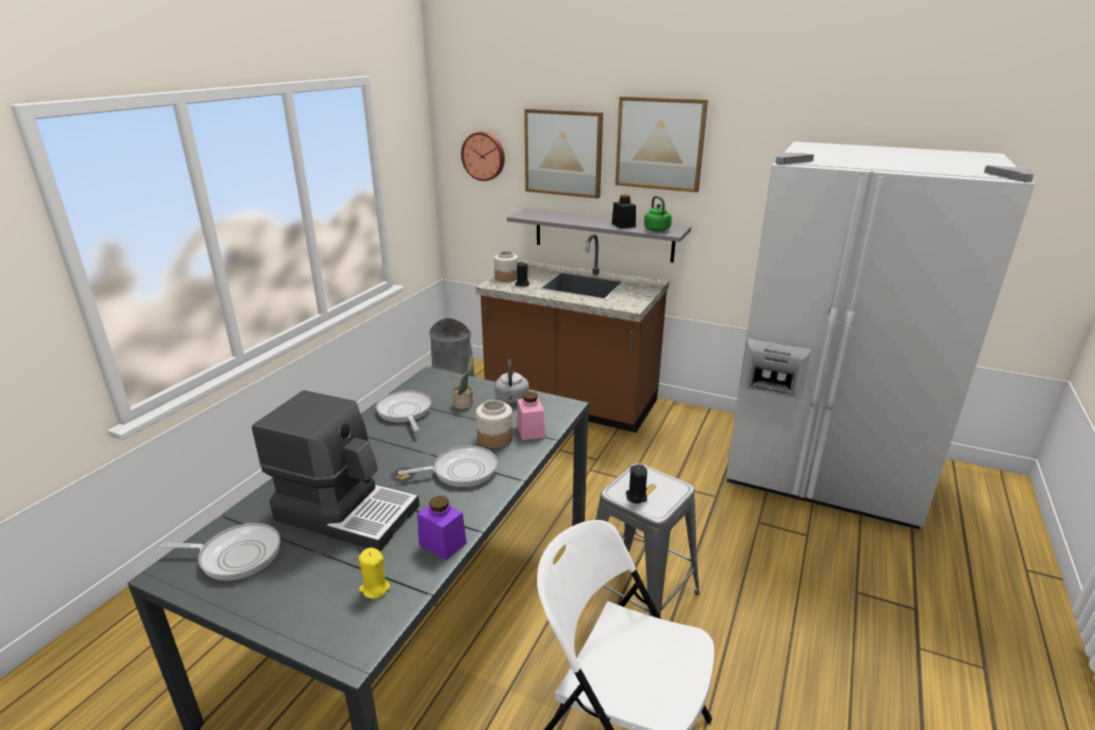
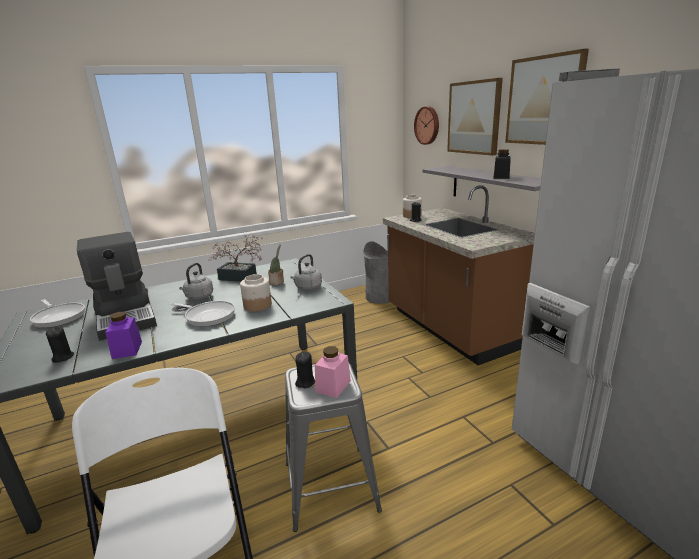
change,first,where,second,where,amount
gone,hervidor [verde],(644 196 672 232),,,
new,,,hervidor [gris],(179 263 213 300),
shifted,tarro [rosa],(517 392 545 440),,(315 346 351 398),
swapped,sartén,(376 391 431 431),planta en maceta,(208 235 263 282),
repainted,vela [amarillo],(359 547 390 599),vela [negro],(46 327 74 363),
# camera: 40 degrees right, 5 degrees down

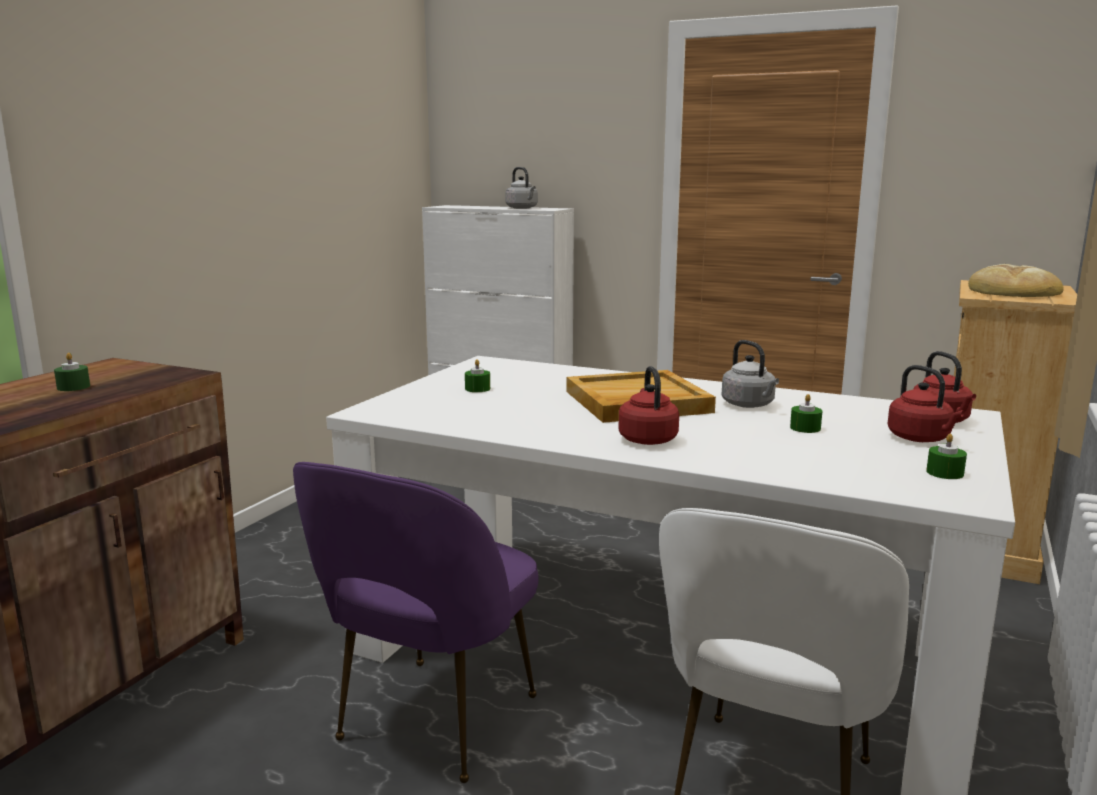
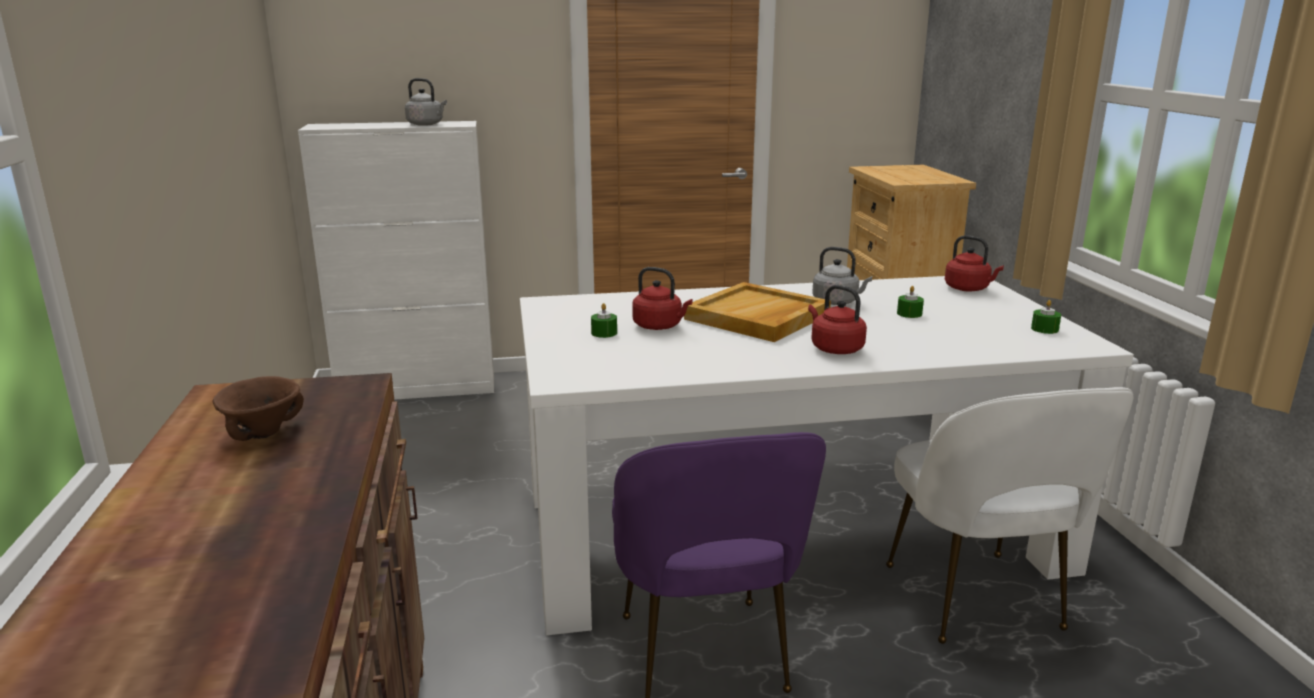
change,first,where,second,where,amount
gone,pan,(968 264 1064 297),,,
shifted,hervidor [rojo],(888 365 964 442),,(632 267 692 330),
swapped,vela [verde],(54 353 90 391),cuenco [marrón],(212 376 304 441),
# camera: 35 degrees left, 5 degrees up

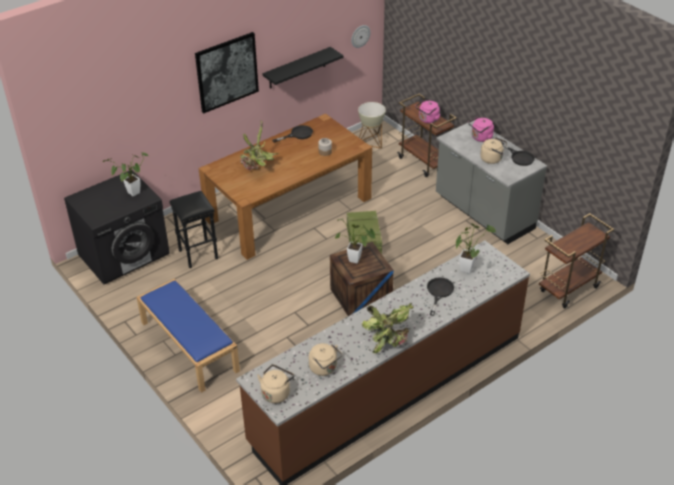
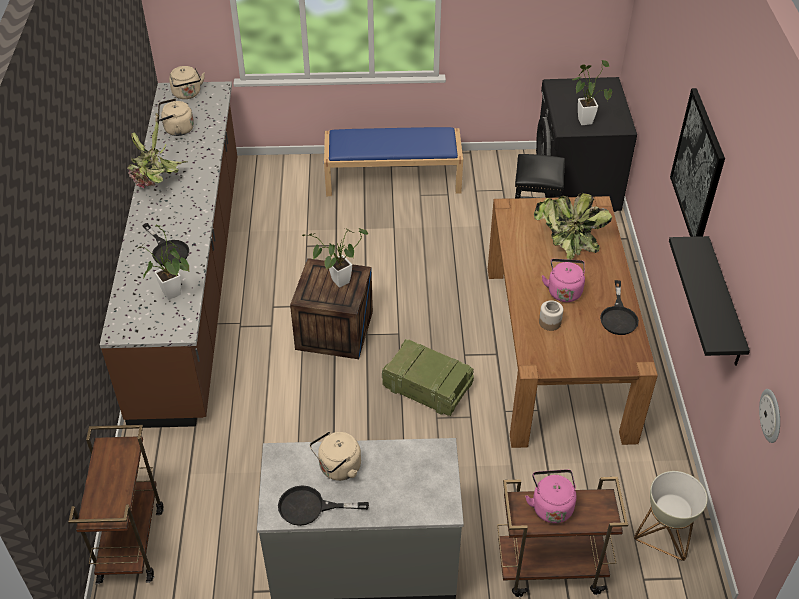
change,first,where,second,where,amount
shifted,hervidor [rosa],(468 117 494 142),,(542 259 585 302),
# camera: 125 degrees right, 5 degrees up

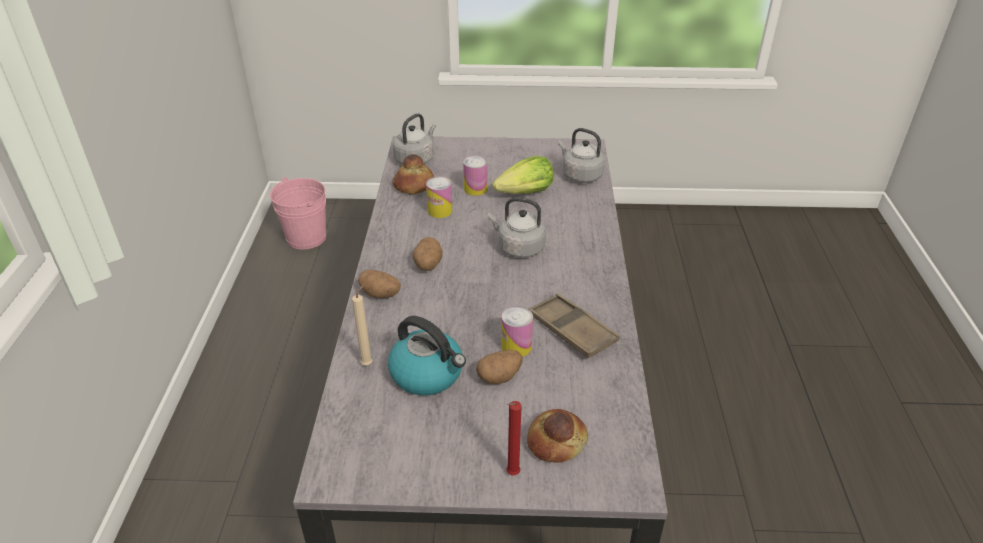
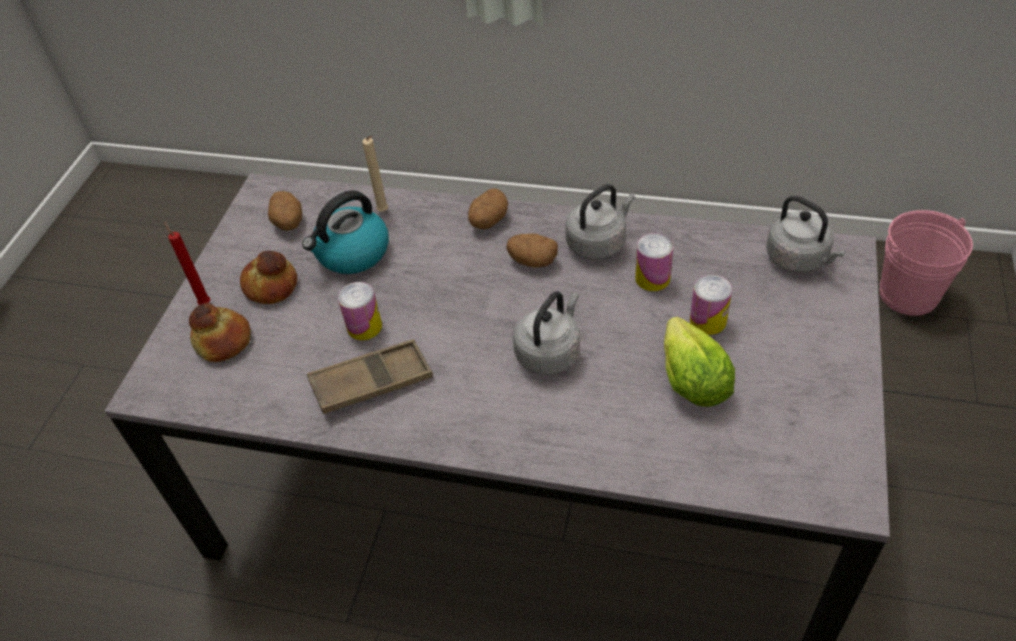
change,first,where,second,where,amount
shifted,pan,(393 154 434 194),,(240 251 297 304),
shifted,patata,(476 350 523 384),,(268 191 302 231),
shifted,hervidor [gris],(558 128 605 183),,(566 184 635 259),
# camera: 105 degrees right, 10 degrees up

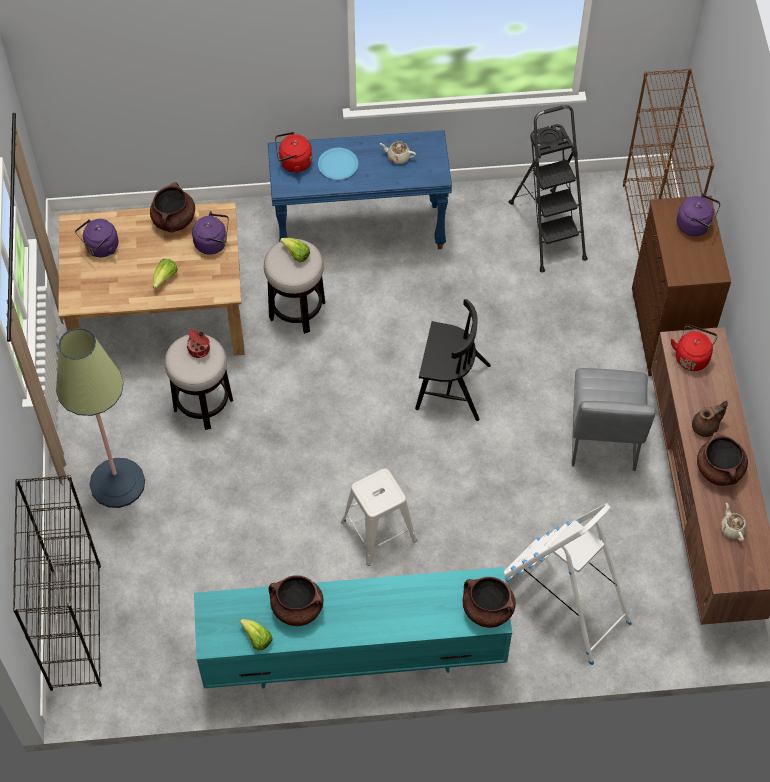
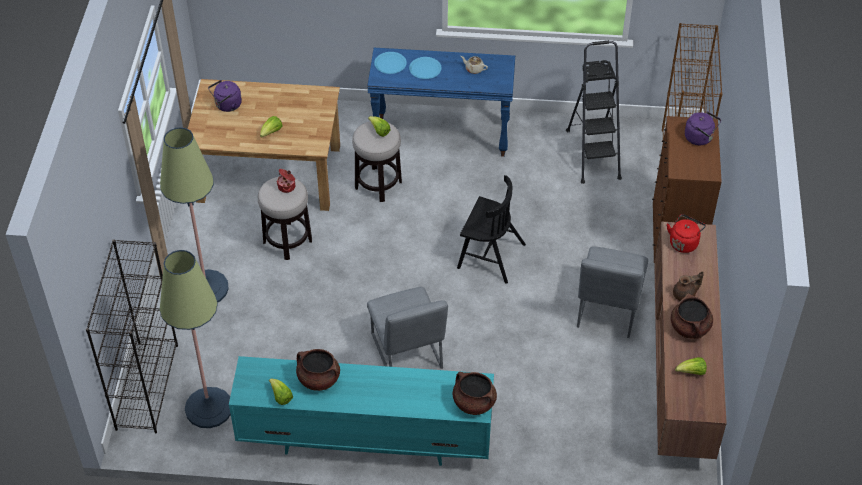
change,first,where,second,where,amount
gone,olla [marrón],(150 182 195 232),,,
gone,hervidor [morado],(192 211 229 255),,,
gone,escalera de tijera [blanco],(504 503 632 665),,,
new,,,lámpara de pie,(160 250 231 428),
swapped,hervidor [rojo],(275 132 312 173),plato [azul],(374 52 407 74),
swapped,taburete [blanco],(341 468 417 566),silla [gris],(367 287 448 369),
swapped,tetera [beis],(720 503 747 542),lechuga,(675 357 707 375),
# camera: 10 degrees right, 10 degrees down

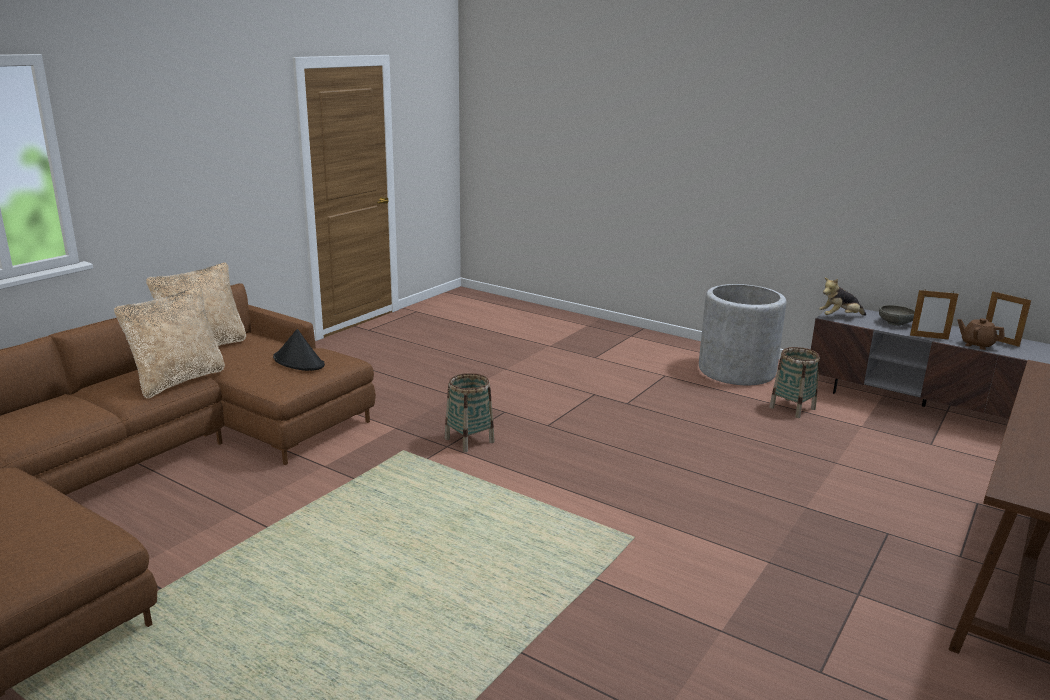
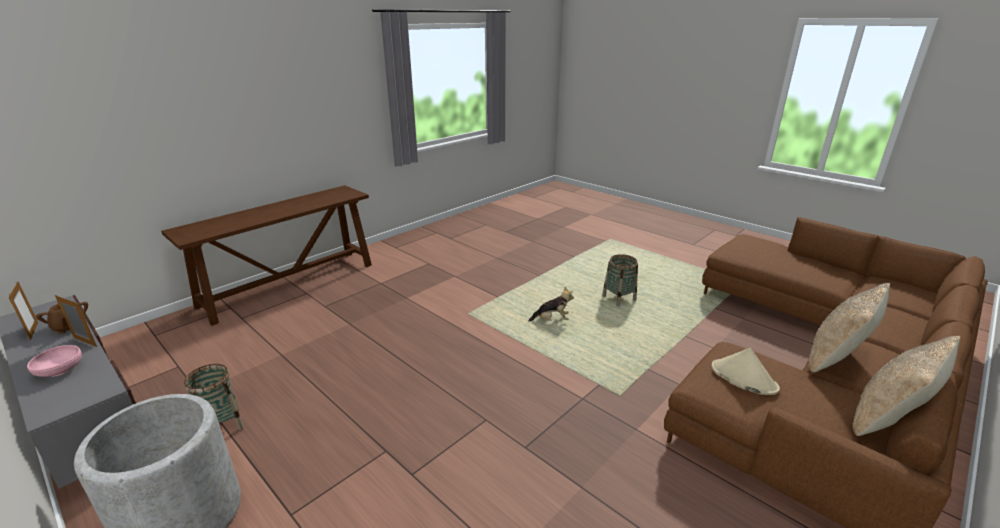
change,first,where,second,where,amount
shifted,cesta,(445 373 495 452),,(602 254 638 306),
shifted,peluche,(819 277 866 316),,(528 287 574 322),
repainted,sombrero [negro],(273 329 325 371),sombrero [beis],(711 348 780 395),
repainted,cuenco [gris],(879 305 915 326),cuenco [rosa],(27 345 82 377),
# camera: 170 degrees left, 5 degrees up

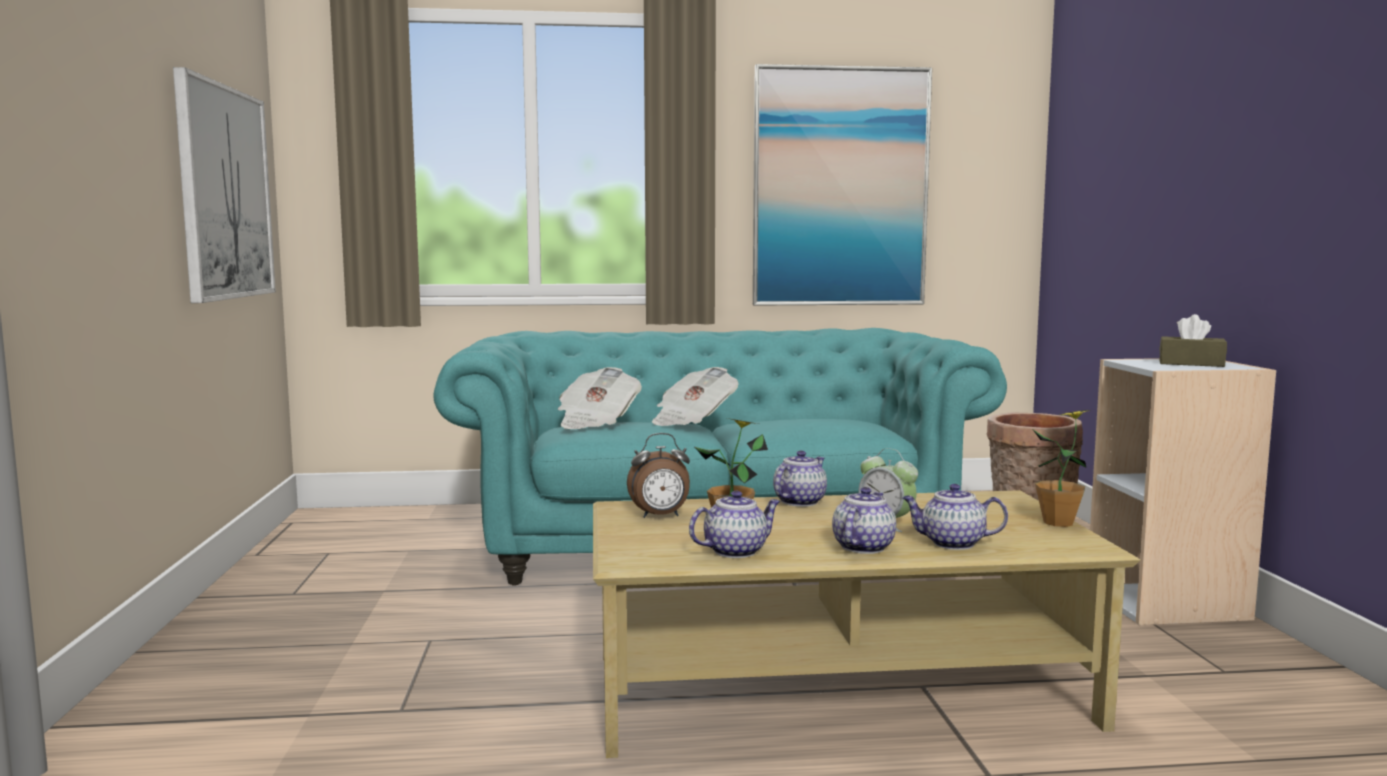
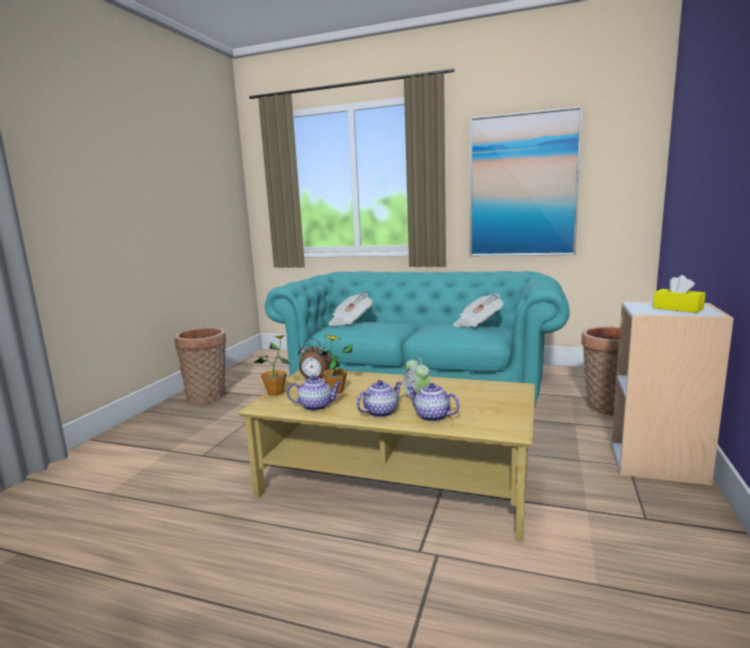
change,first,where,second,where,amount
gone,cuadro,(173 67 276 303),,,
gone,tetera,(773 451 827 507),,,
new,,,cesta,(174 327 226 404),
shifted,periódico,(652 367 738 426),,(453 294 503 327),
shifted,planta en maceta,(1032 410 1091 527),,(253 335 290 396),
repainted,caja de pañuelos [marrón],(1159 314 1227 367),caja de pañuelos [amarillo],(653 275 706 313),
# camera: 25 degrees right, 5 degrees up

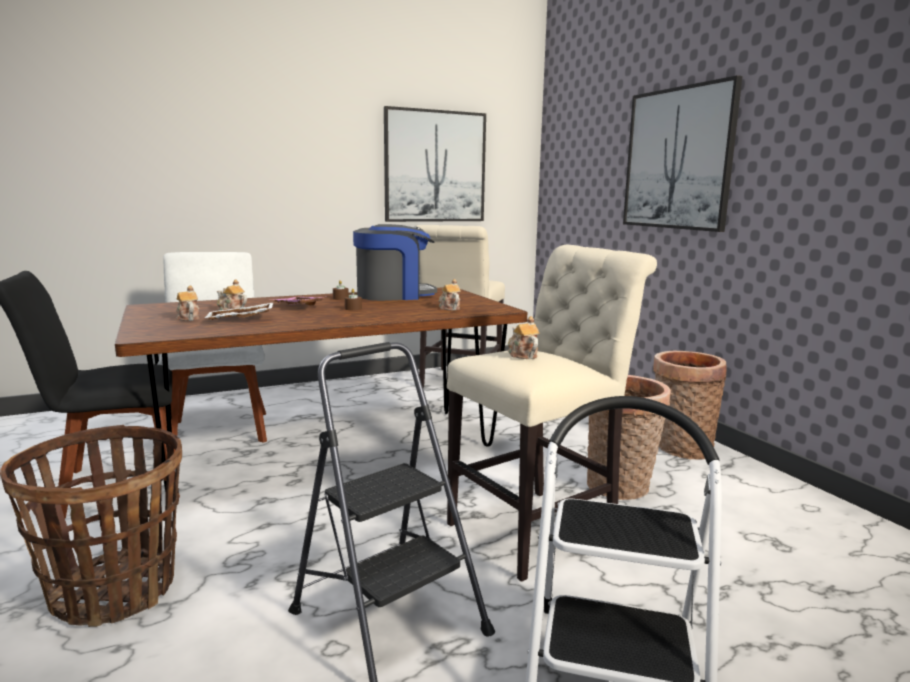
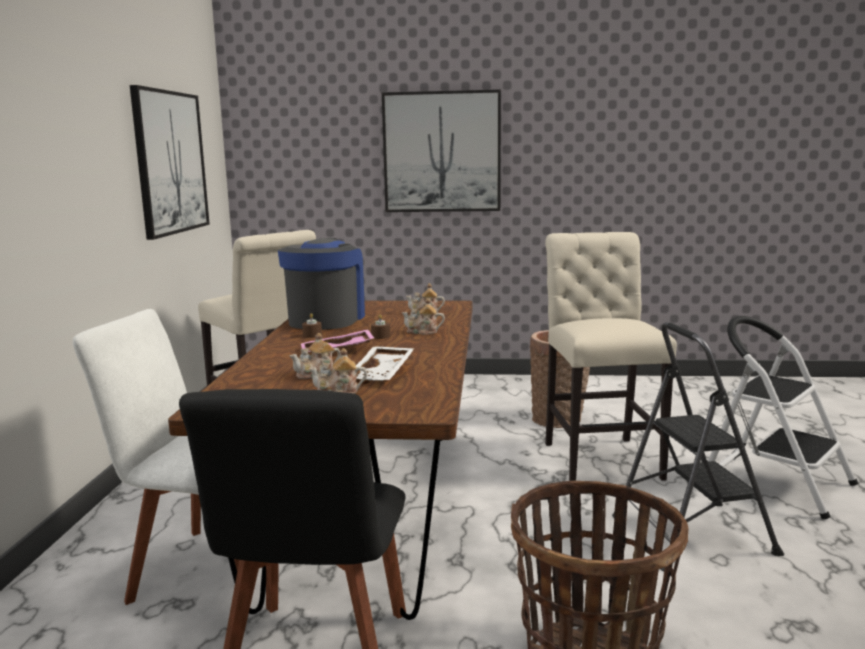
change,first,where,second,where,amount
gone,cesta,(653 351 727 460),,,
shifted,tetera,(508 316 540 359),,(402 298 445 335),
# camera: 60 degrees left, 0 degrees up

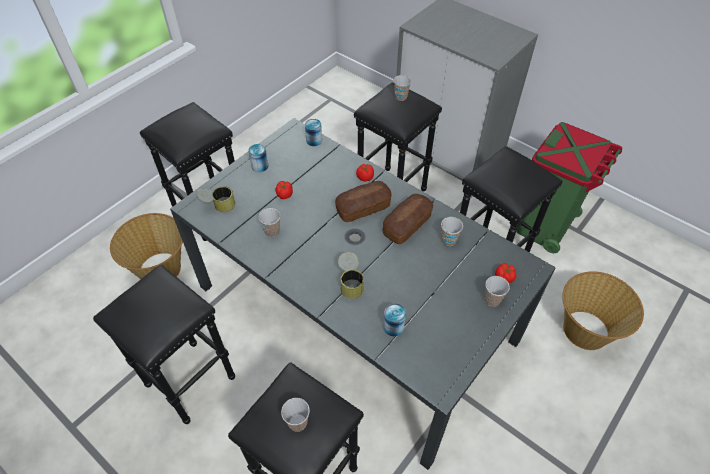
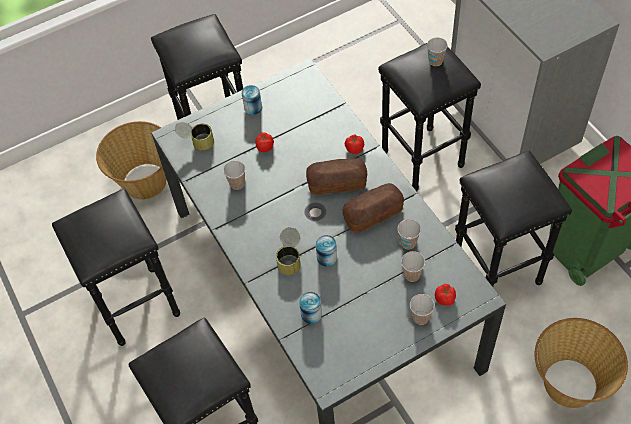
change,first,where,second,where,amount
shifted,taza,(281 398 310 432),,(401 251 425 282),
shifted,lata,(305 119 322 146),,(316 235 337 267),
# camera: 25 degrees right, 5 degrees up

